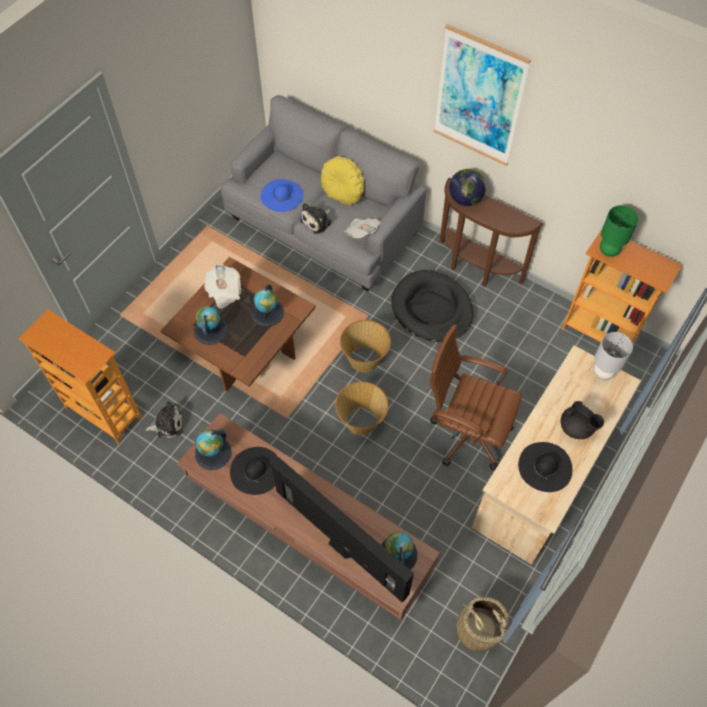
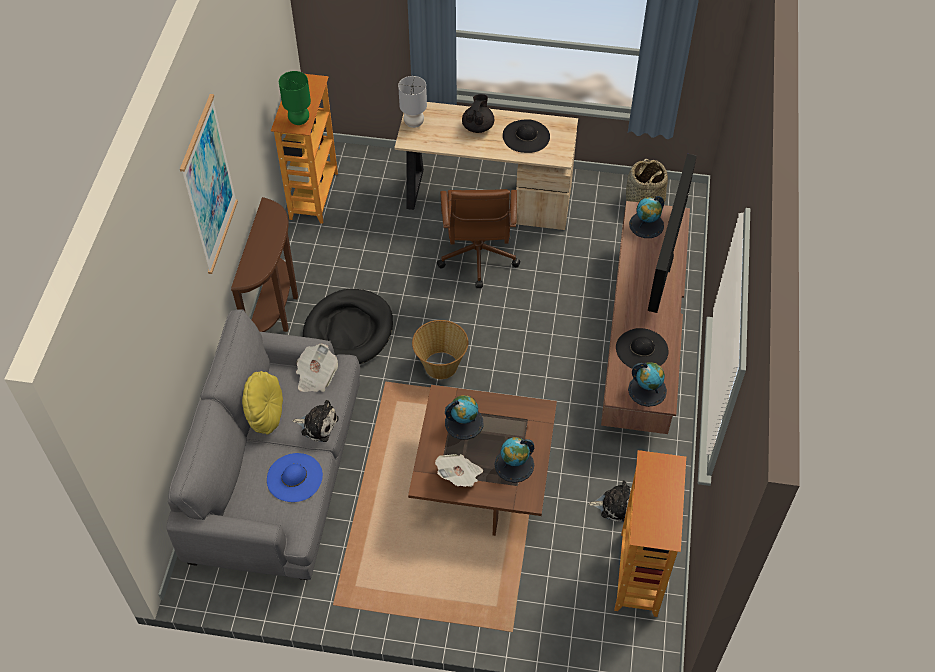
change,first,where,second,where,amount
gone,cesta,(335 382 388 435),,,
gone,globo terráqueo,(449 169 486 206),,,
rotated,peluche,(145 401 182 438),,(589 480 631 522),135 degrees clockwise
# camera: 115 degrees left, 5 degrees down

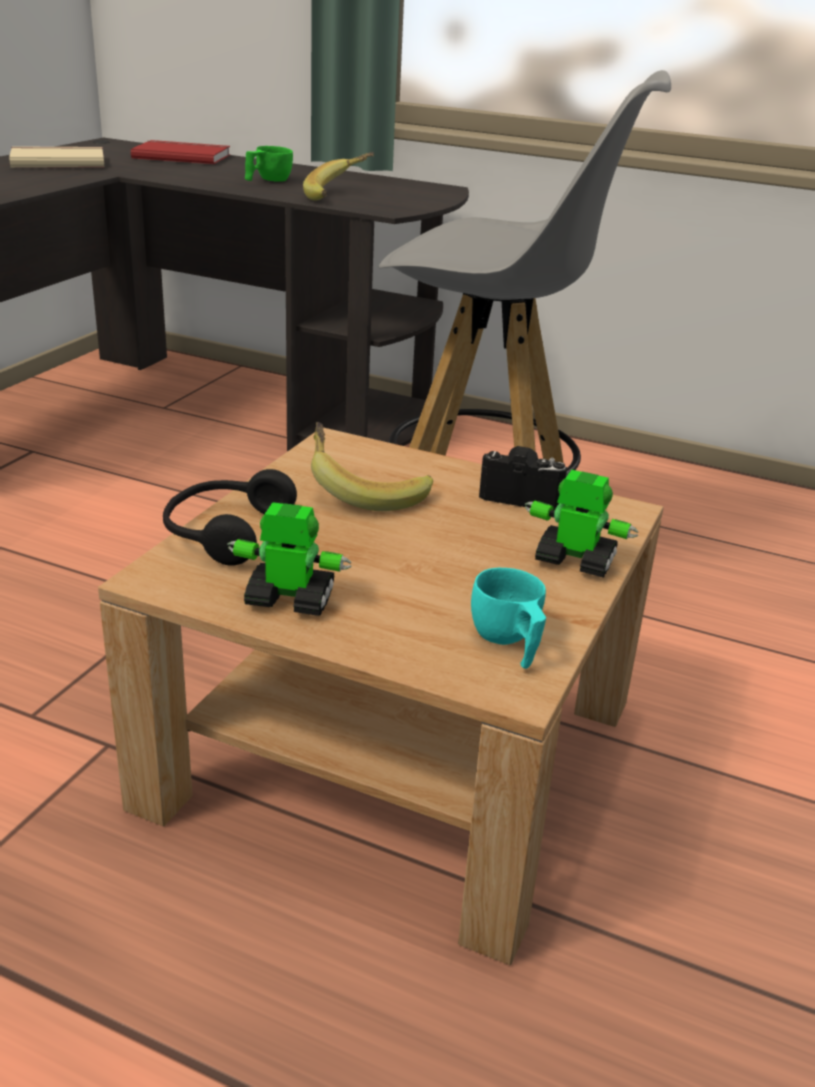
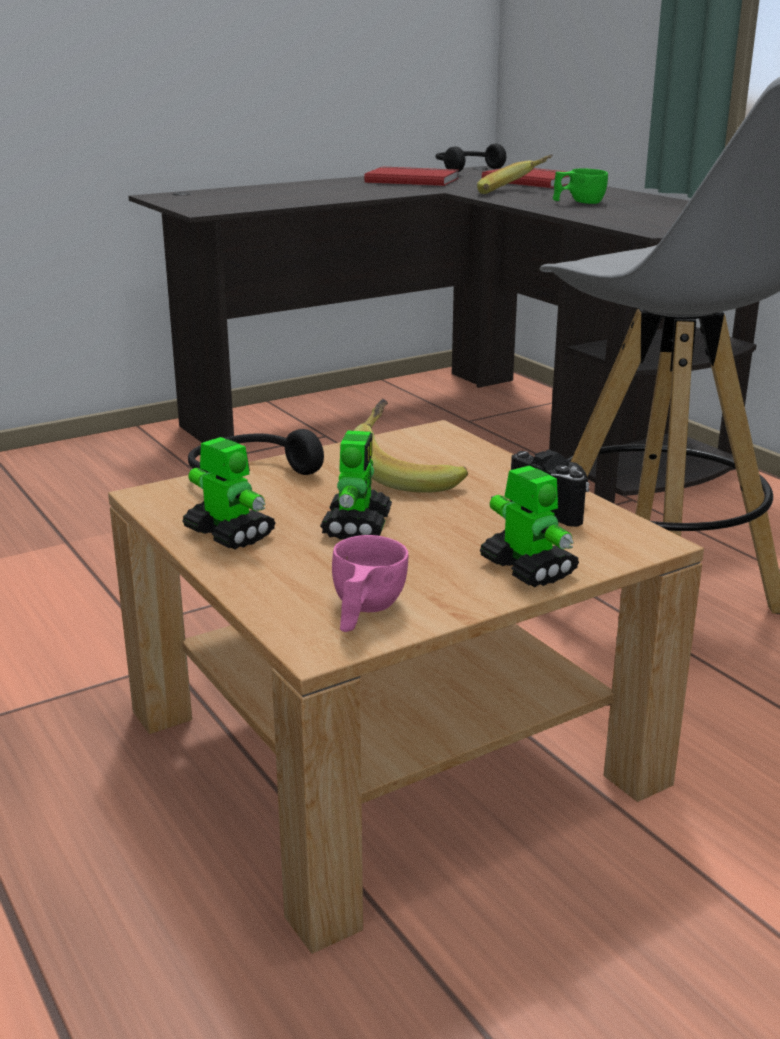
change,first,where,second,where,amount
new,,,robot de juguete,(320 430 392 540),
new,,,auriculares [negro],(436 144 506 172),
shifted,plátano,(303 152 374 201),,(477 154 553 194),
repainted,libro [beis],(9 146 105 168),libro [rojo],(364 167 459 186),
repainted,taza [turquesa],(471 568 546 669),taza [rosa],(332 535 408 632),
# camera: 35 degrees right, 5 degrees down

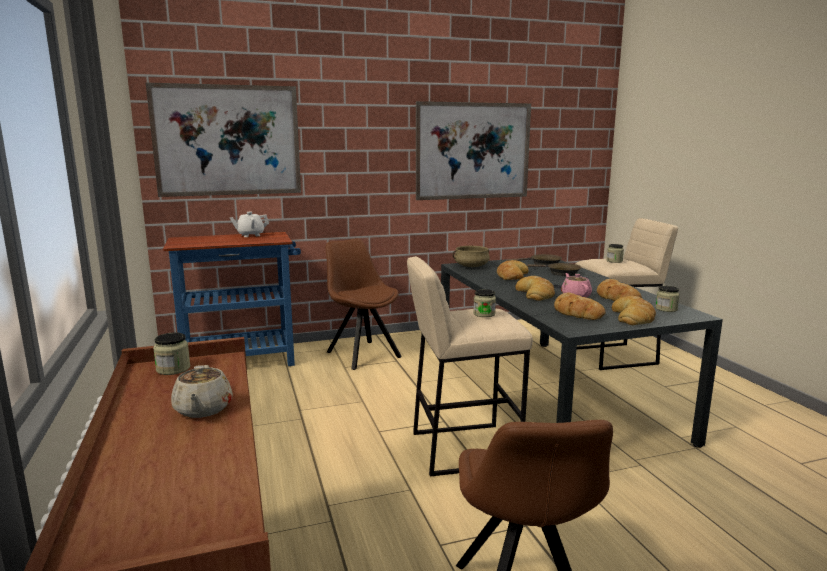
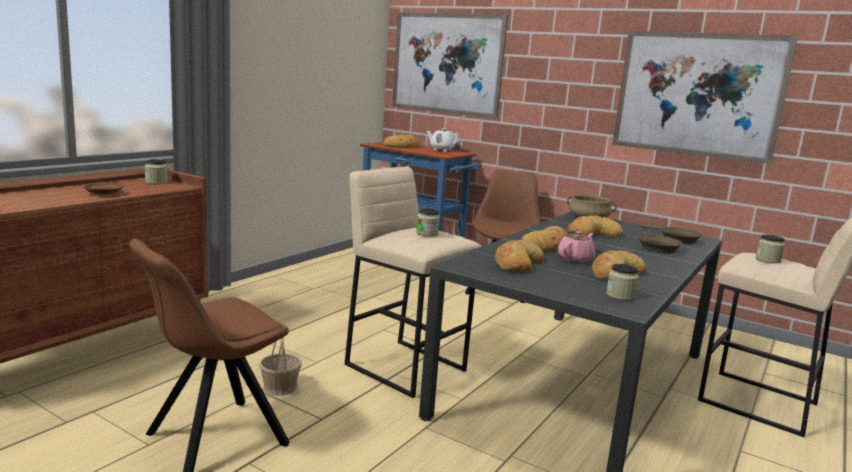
change,first,where,second,where,amount
new,,,cesta,(259 337 302 396),
shifted,pan,(612 296 656 325),,(383 135 421 148),
swapped,tetera [beis],(171 365 233 418),plato [marrón],(83 182 124 195),
# camera: 50 degrees right, 0 degrees up

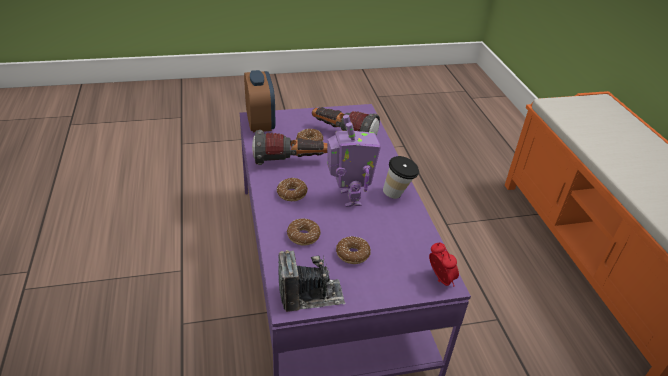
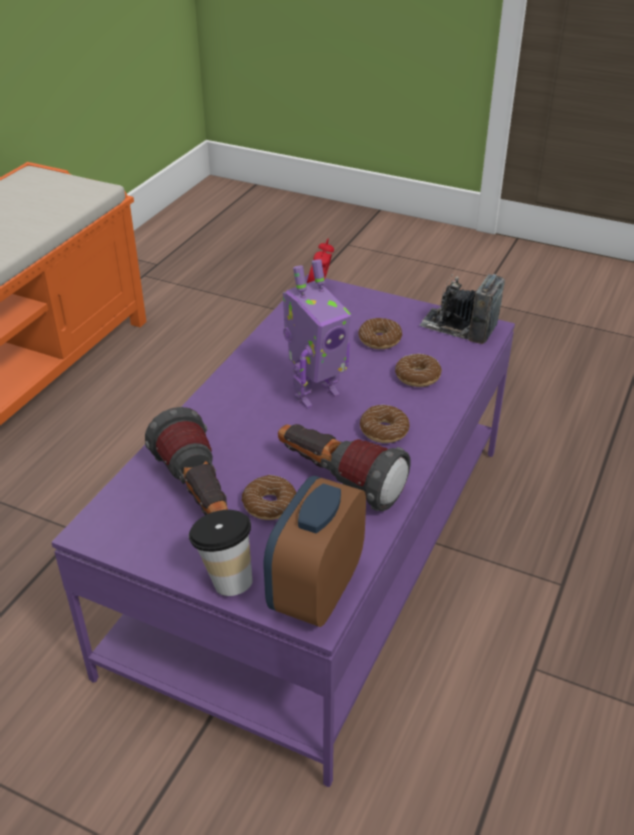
change,first,where,second,where,amount
shifted,taza,(383 156 419 199),,(189 510 253 596),
rotated,robot de juguete,(327 115 381 207),,(283 259 351 408),150 degrees counterclockwise
# camera: 140 degrees left, 0 degrees up

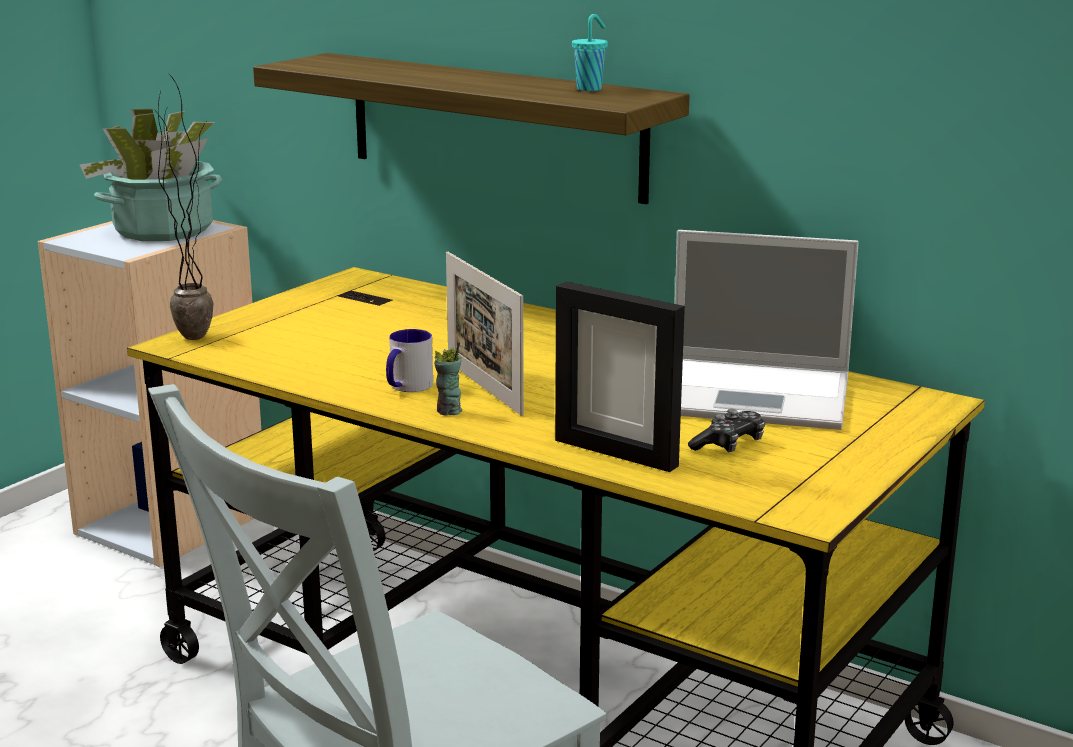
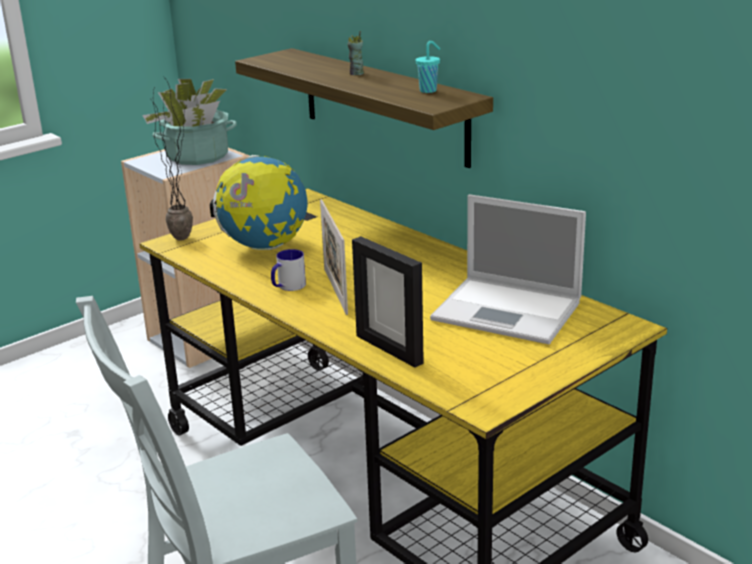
change,first,where,second,where,amount
gone,mando de consola,(688 409 765 452),,,
new,,,globo terráqueo,(210 155 307 250),
shifted,taza,(434 342 462 416),,(348 31 364 75),
# camera: 15 degrees right, 5 degrees up

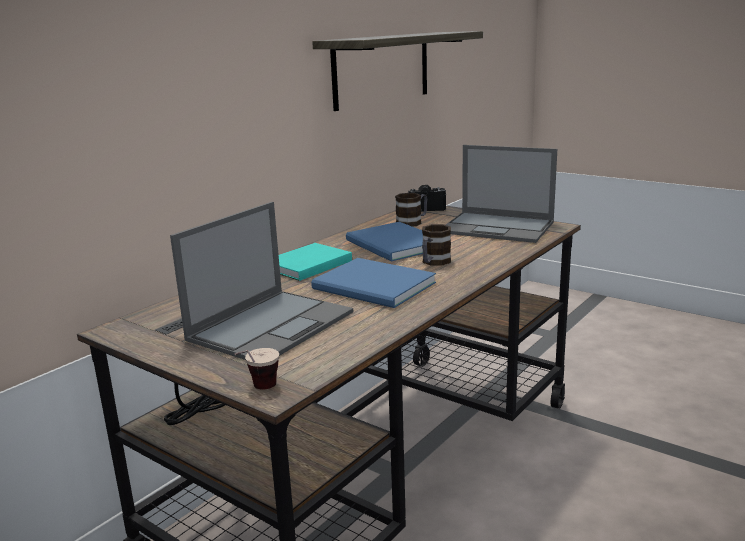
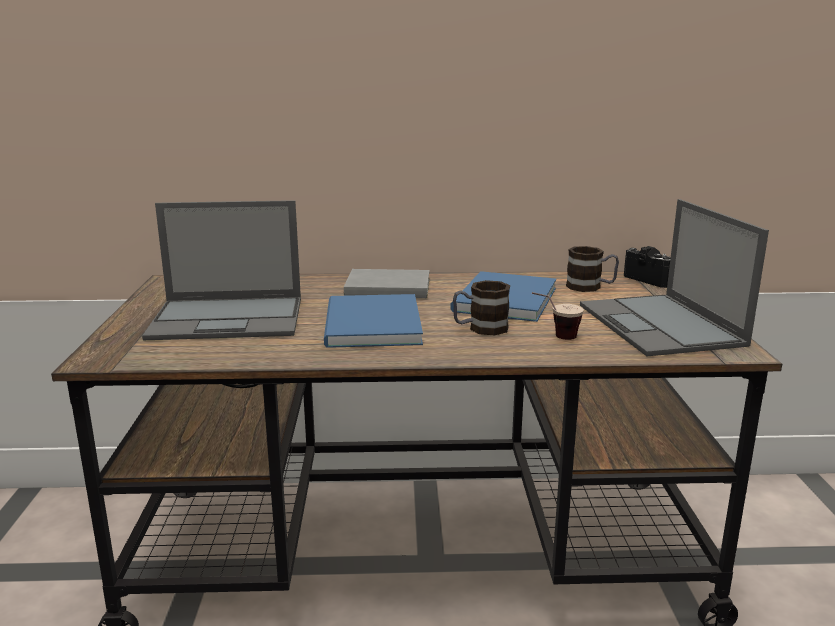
change,first,where,second,where,amount
gone,estante,(312 31 483 111),,,
shifted,taza,(235 348 279 390),,(532 292 584 340),
repainted,libro [turquesa],(279 243 352 281),libro [gris],(344 269 430 298),
# camera: 50 degrees right, 0 degrees up

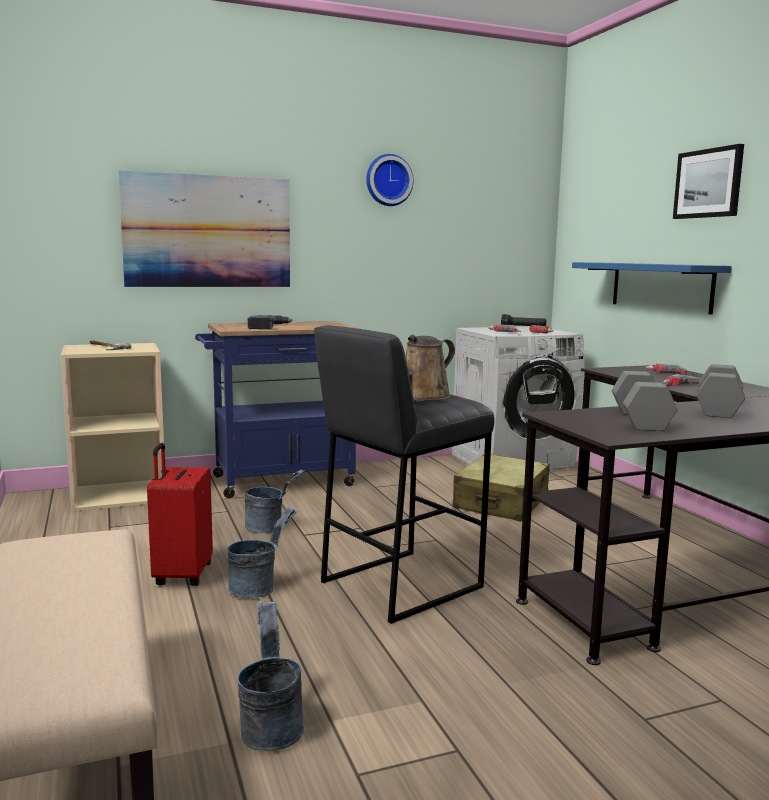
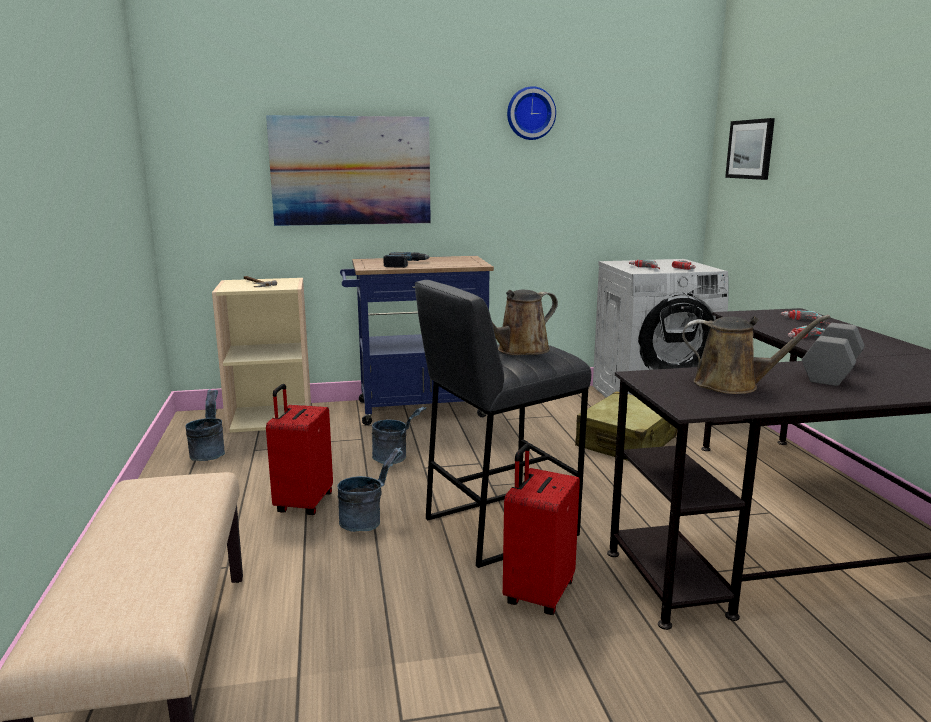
change,first,where,second,where,amount
gone,linterna [negro],(501 314 546 326),,,
gone,estante [azul],(572 262 732 314),,,
new,,,maleta [rojo],(503 444 580 615),
shifted,cubo [gris],(237 601 304 751),,(185 389 225 461),
shifted,cuadro,(673 144 744 219),,(725 118 775 180),
swapped,mancuerna [gris],(612 371 677 431),regadera [marrón],(682 315 830 394),
# camera: 10 degrees right, 5 degrees up

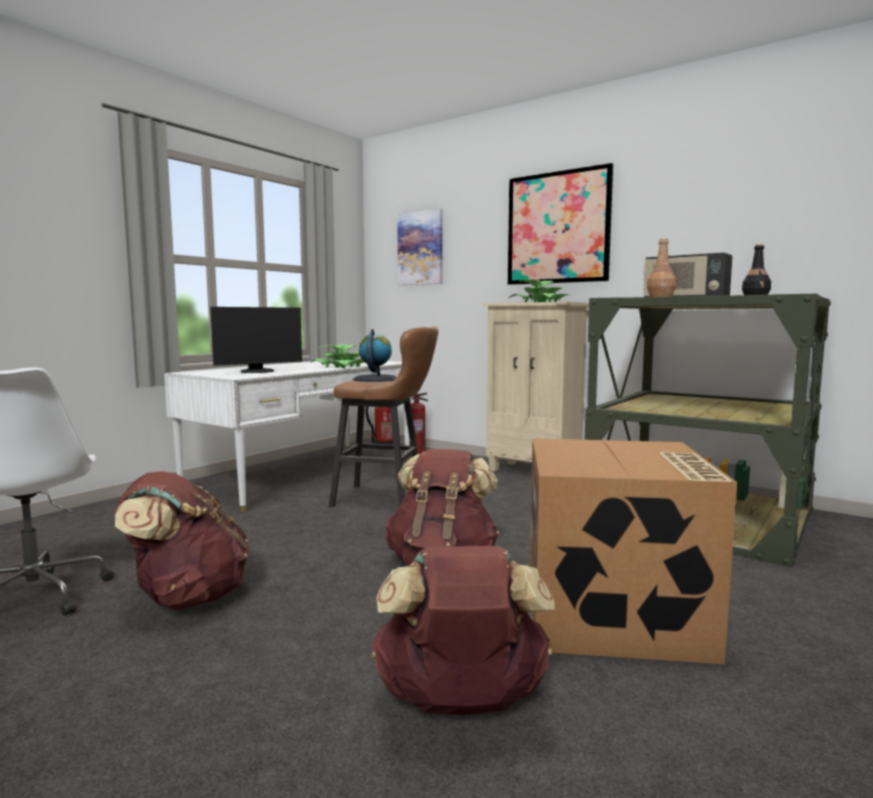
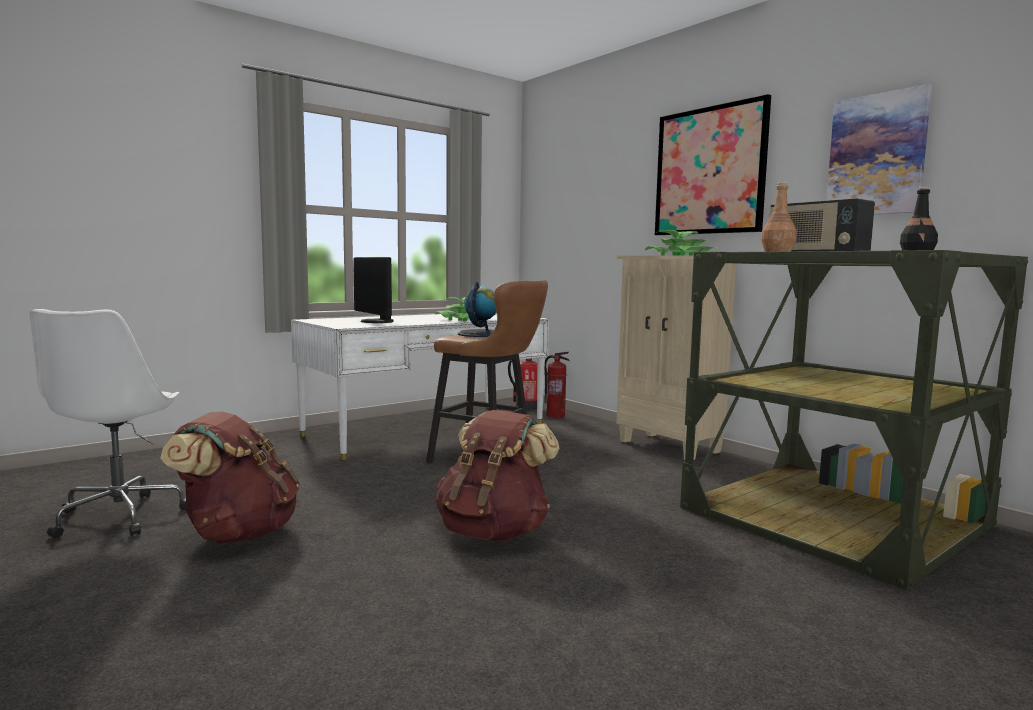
change,first,where,second,where,amount
gone,mochila [marrón],(371 546 555 715),,,
gone,caja de cartón,(530 438 737 664),,,
shifted,cuadro,(397 209 443 285),,(826 84 932 215),
rotated,monitor,(210 307 302 373),,(353 257 393 323),75 degrees clockwise
# camera: 15 degrees right, 0 degrees up

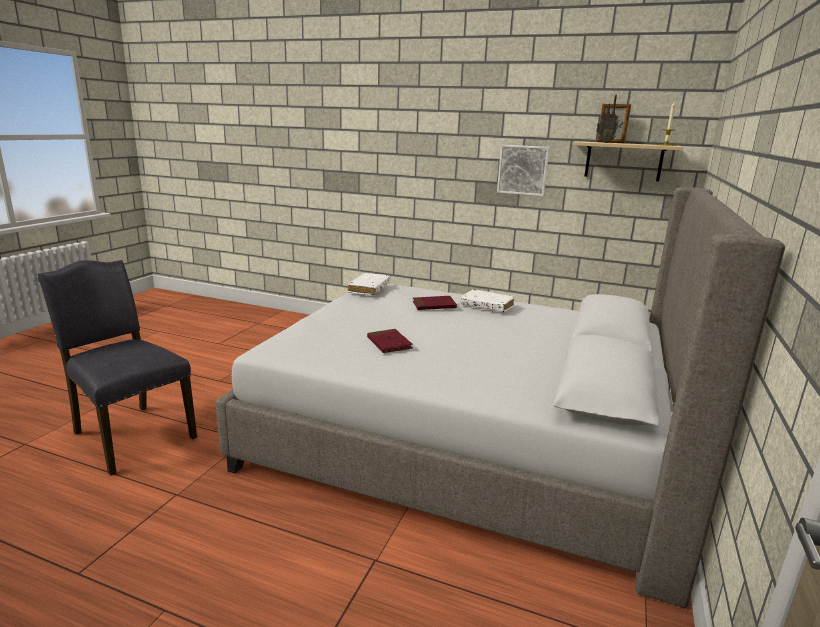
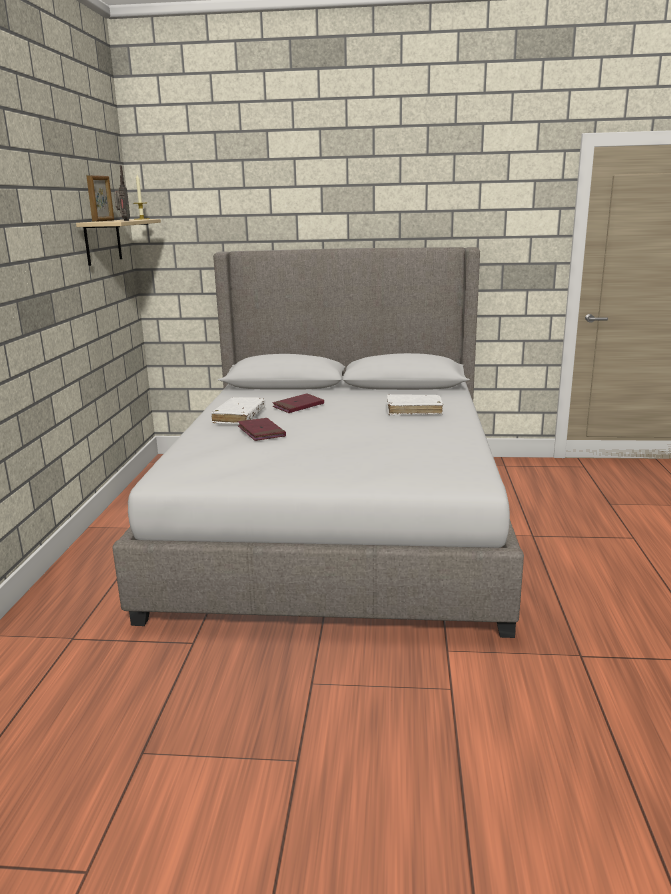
change,first,where,second,where,amount
gone,silla [gris],(38 260 197 475),,,
gone,cuadro,(497 145 549 196),,,
shifted,libro [blanco],(348 273 391 295),,(387 394 443 415),
shifted,libro [rojo],(367 329 413 353),,(272 393 324 413),
# camera: 105 degrees left, 0 degrees up

